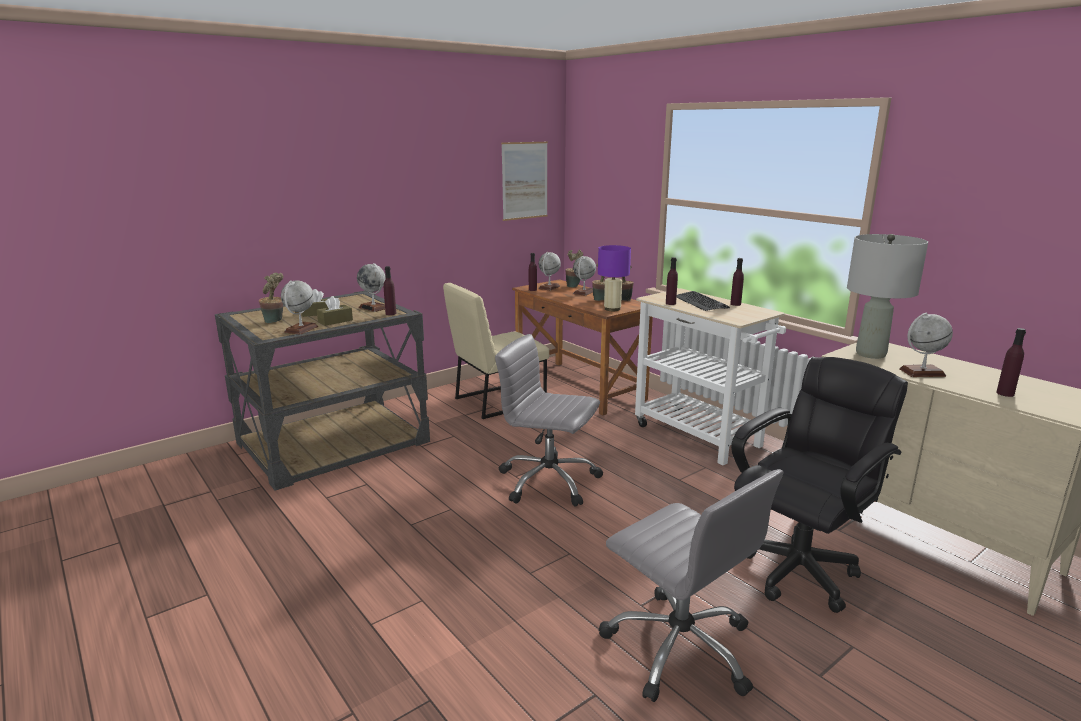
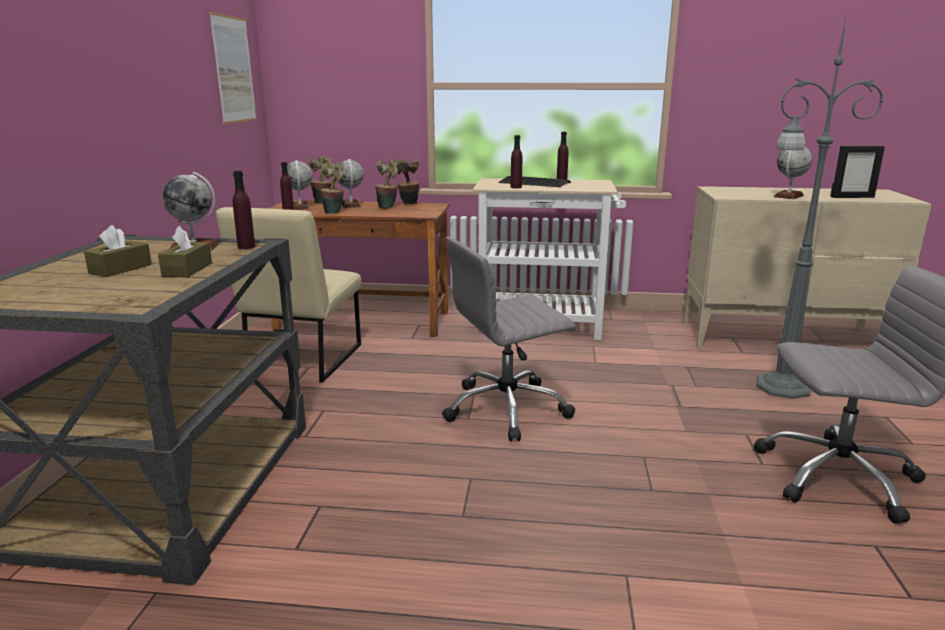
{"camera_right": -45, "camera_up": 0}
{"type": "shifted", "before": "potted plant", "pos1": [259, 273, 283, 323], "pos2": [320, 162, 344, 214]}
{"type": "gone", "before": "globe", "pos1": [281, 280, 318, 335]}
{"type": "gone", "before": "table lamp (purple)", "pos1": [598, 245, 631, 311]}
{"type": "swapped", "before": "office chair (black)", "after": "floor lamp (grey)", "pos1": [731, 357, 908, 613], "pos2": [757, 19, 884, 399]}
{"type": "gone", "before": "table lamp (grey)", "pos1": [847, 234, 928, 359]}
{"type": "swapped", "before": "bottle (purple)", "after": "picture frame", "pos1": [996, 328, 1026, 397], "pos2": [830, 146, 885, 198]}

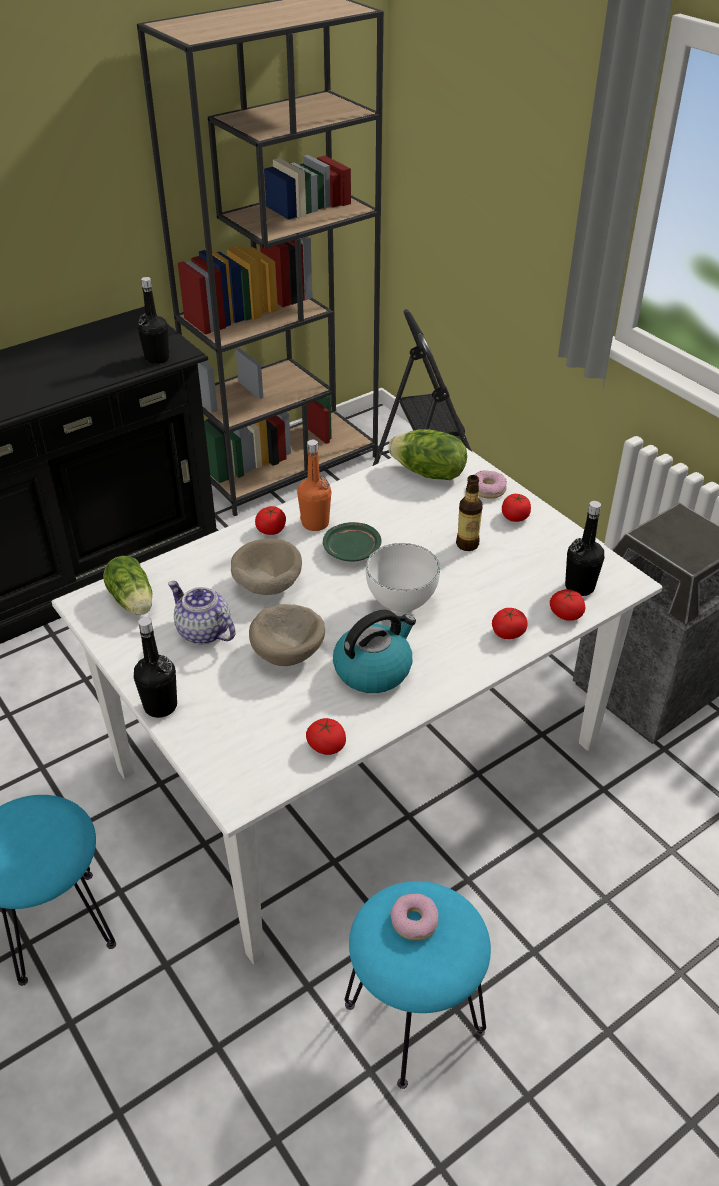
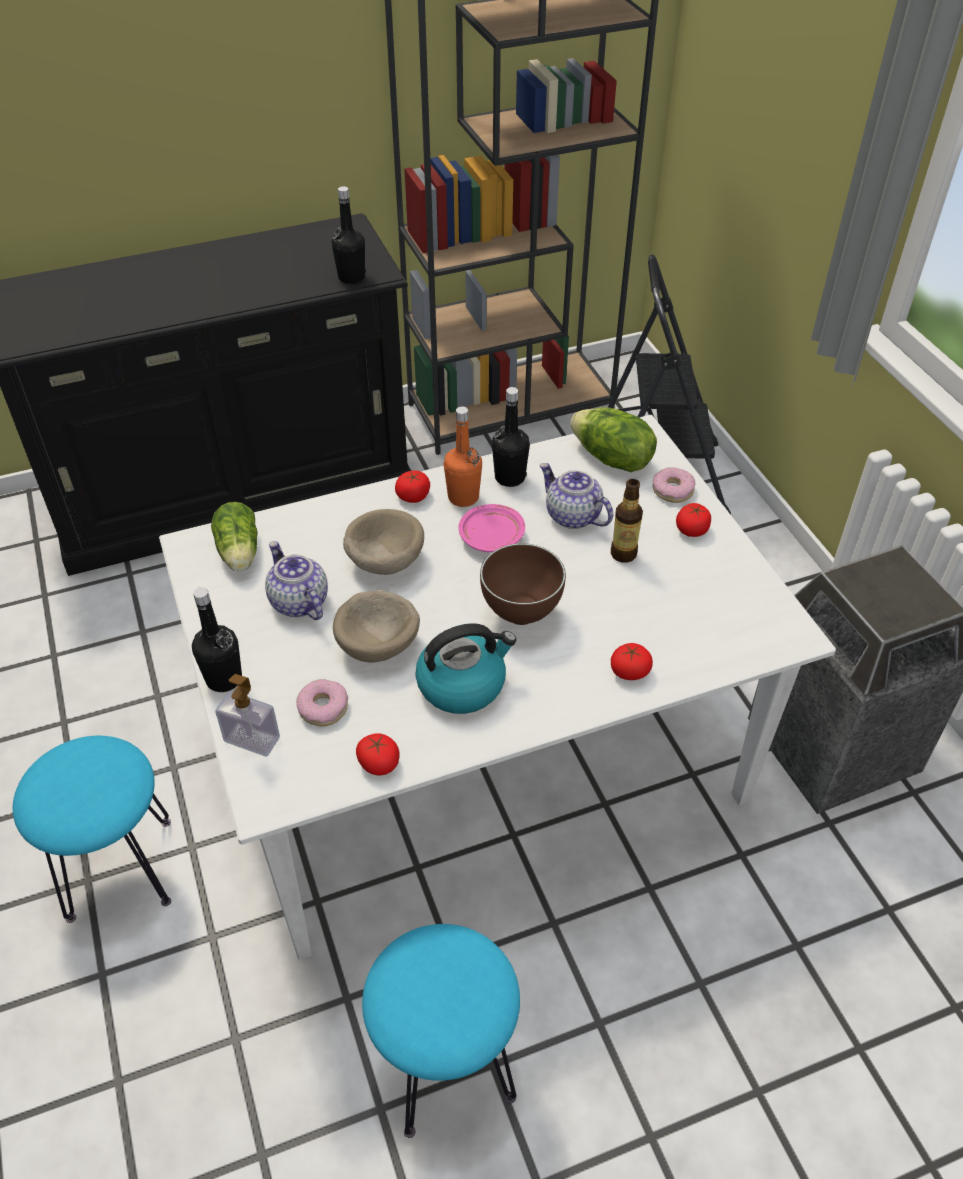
{"camera_right": 15, "camera_up": 5}
{"type": "repainted", "before": "plate (green)", "after": "plate (pink)", "pos1": [323, 522, 381, 562], "pos2": [459, 504, 525, 552]}
{"type": "repainted", "before": "bowl (white)", "after": "bowl (brown)", "pos1": [366, 543, 440, 614], "pos2": [480, 543, 566, 625]}
{"type": "shifted", "before": "donut", "pos1": [391, 894, 438, 941], "pos2": [296, 679, 348, 726]}
{"type": "gone", "before": "tomato", "pos1": [550, 589, 585, 621]}
{"type": "shifted", "before": "bottle (black)", "pos1": [565, 501, 604, 596], "pos2": [492, 387, 530, 487]}
{"type": "new", "after": "soap dispenser", "pos2": [215, 674, 280, 756]}
{"type": "new", "after": "teapot", "pos2": [540, 463, 613, 529]}

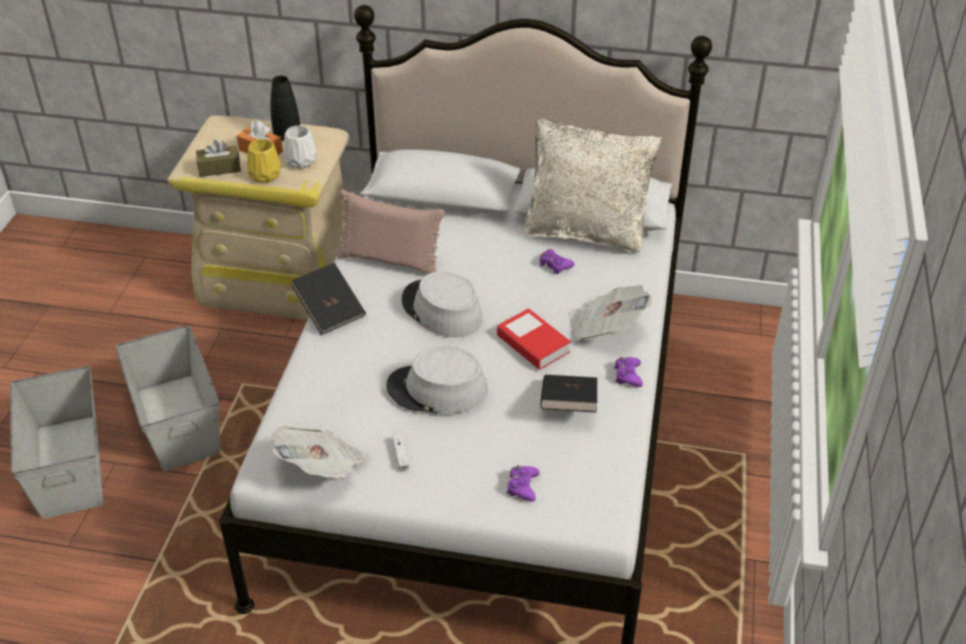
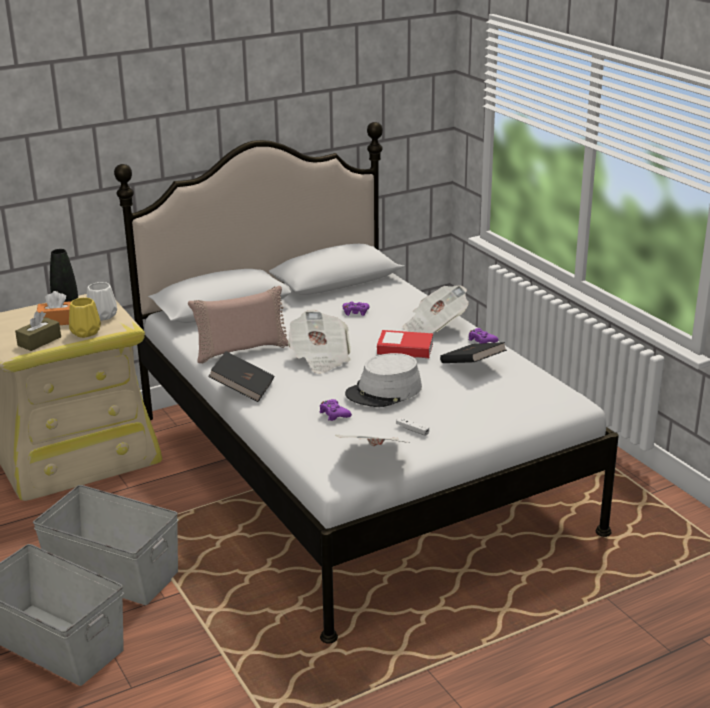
{"camera_right": -40, "camera_up": -15}
{"type": "swapped", "before": "hat (grey)", "after": "newspaper", "pos1": [402, 271, 483, 338], "pos2": [288, 310, 351, 374]}
{"type": "shifted", "before": "game controller (purple)", "pos1": [507, 465, 540, 502], "pos2": [319, 399, 352, 421]}
{"type": "gone", "before": "pillow (beige)", "pos1": [525, 118, 663, 253]}

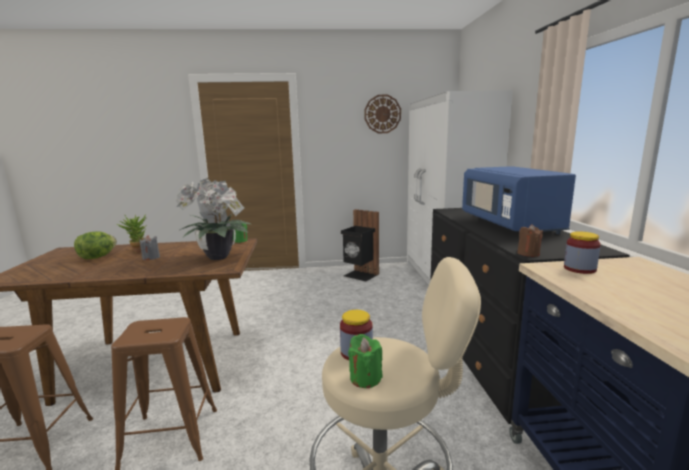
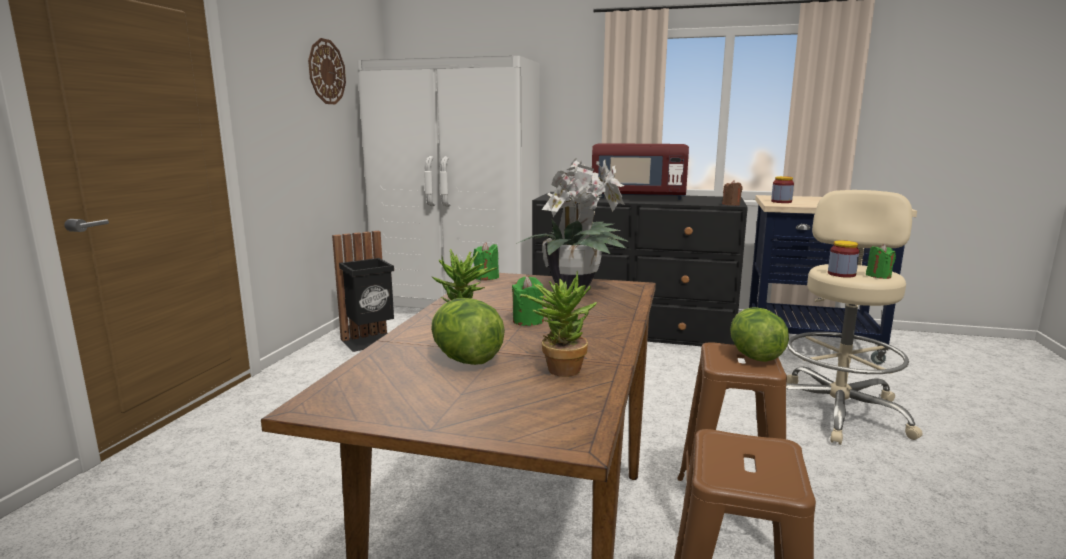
{"camera_right": -70, "camera_up": 0}
{"type": "repainted", "before": "candle (grey)", "after": "candle (green)", "pos1": [140, 235, 160, 260], "pos2": [512, 276, 544, 326]}
{"type": "repainted", "before": "microwave (blue)", "after": "microwave (red)", "pos1": [462, 166, 576, 234], "pos2": [592, 143, 689, 200]}
{"type": "new", "after": "potted plant", "pos2": [520, 270, 597, 377]}
{"type": "new", "after": "lettuce", "pos2": [730, 307, 789, 362]}

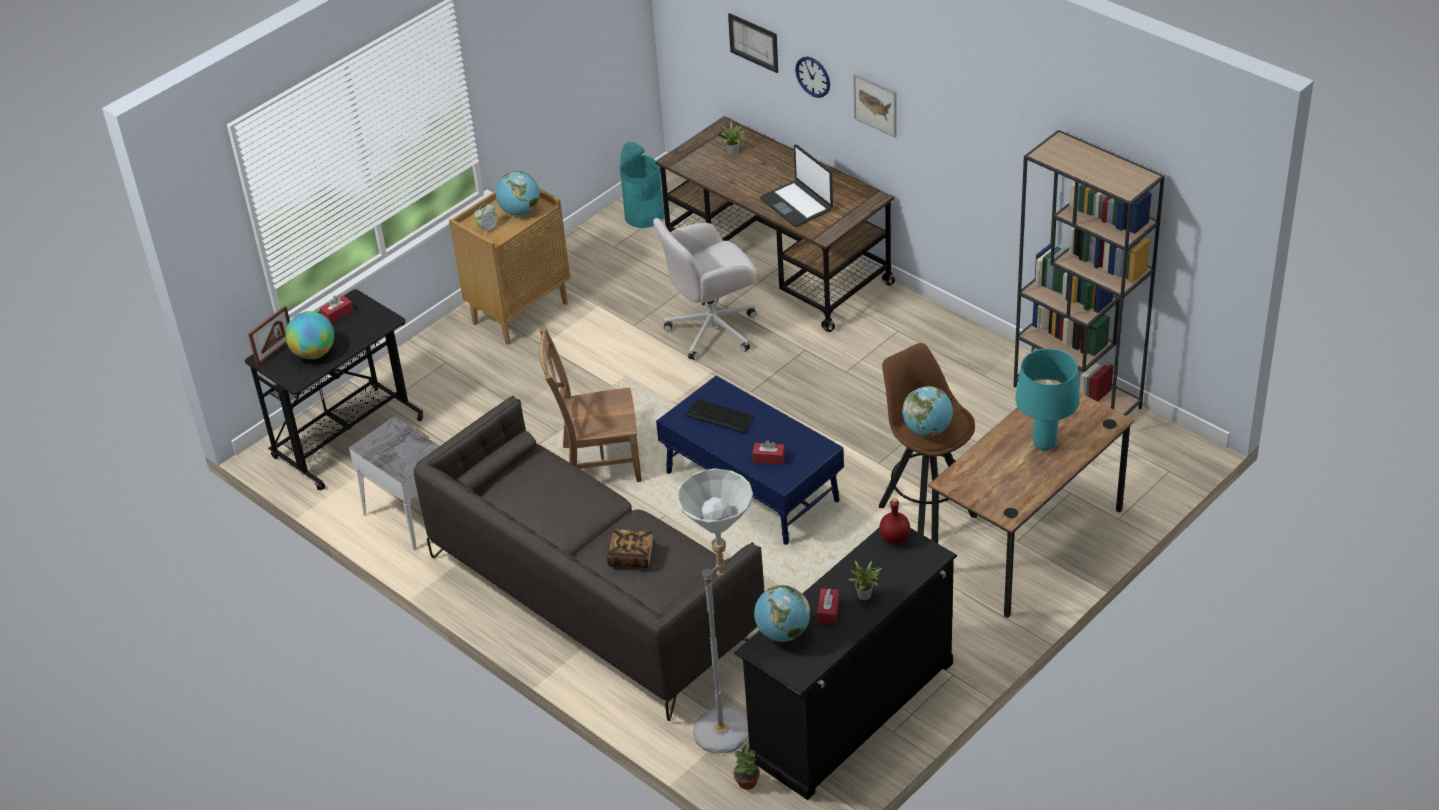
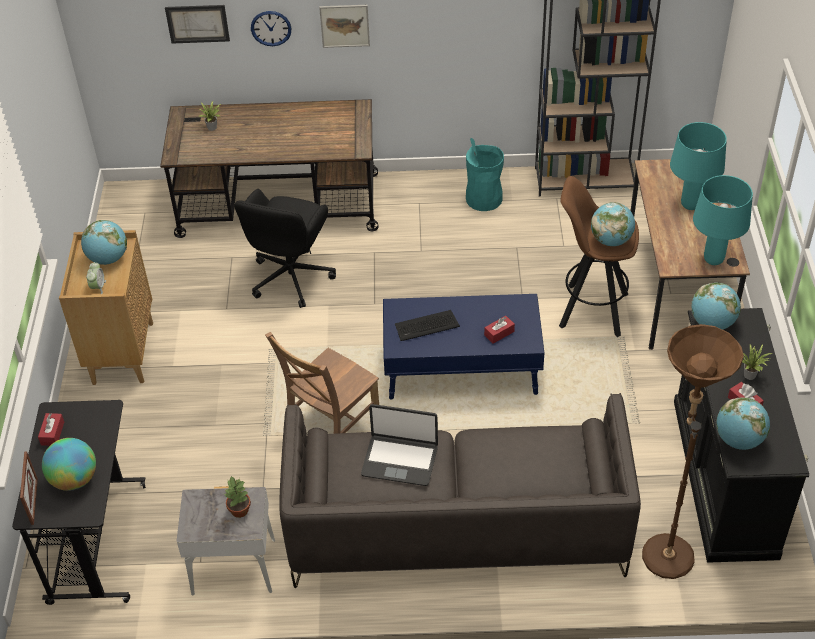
{"camera_right": -45, "camera_up": 5}
{"type": "gone", "before": "book", "pos1": [607, 529, 655, 569]}
{"type": "shifted", "before": "trash can (turquoise)", "pos1": [620, 142, 664, 228], "pos2": [466, 138, 504, 211]}
{"type": "repainted", "before": "office chair (white)", "after": "office chair (black)", "pos1": [653, 218, 757, 360], "pos2": [235, 189, 336, 308]}
{"type": "repainted", "before": "floor lamp (grey)", "after": "floor lamp (brown)", "pos1": [677, 468, 753, 753], "pos2": [642, 324, 744, 579]}
{"type": "shifted", "before": "potted plant", "pos1": [733, 743, 760, 790], "pos2": [224, 476, 251, 518]}
{"type": "shifted", "before": "laptop", "pos1": [760, 144, 833, 227], "pos2": [361, 404, 438, 486]}
{"type": "swapped", "before": "bottle (red)", "after": "globe", "pos1": [879, 498, 910, 544], "pos2": [692, 283, 741, 330]}
{"type": "new", "after": "table lamp (turquoise)", "pos2": [693, 175, 753, 265]}

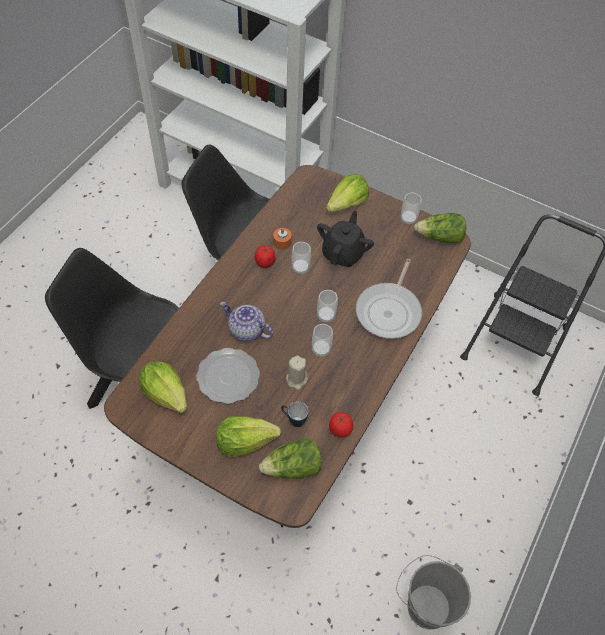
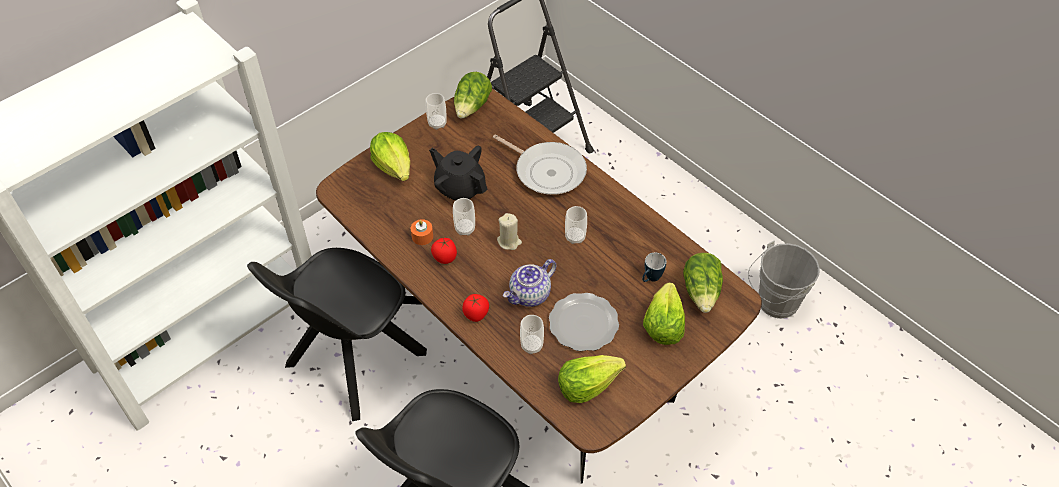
{"camera_right": -70, "camera_up": -5}
{"type": "shifted", "before": "candle (beige)", "pos1": [286, 355, 308, 390], "pos2": [497, 213, 522, 250]}
{"type": "shifted", "before": "cup", "pos1": [317, 290, 338, 323], "pos2": [520, 315, 544, 354]}
{"type": "shifted", "before": "tomato", "pos1": [329, 412, 353, 437], "pos2": [462, 294, 489, 322]}

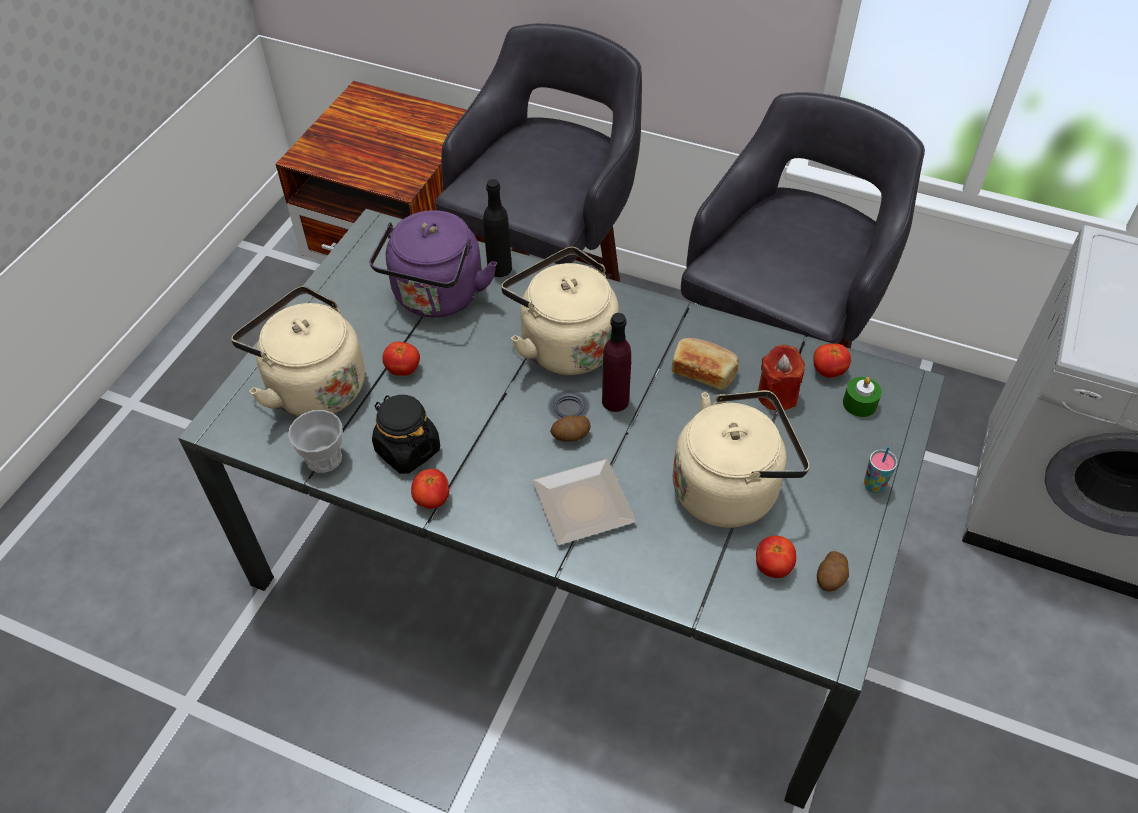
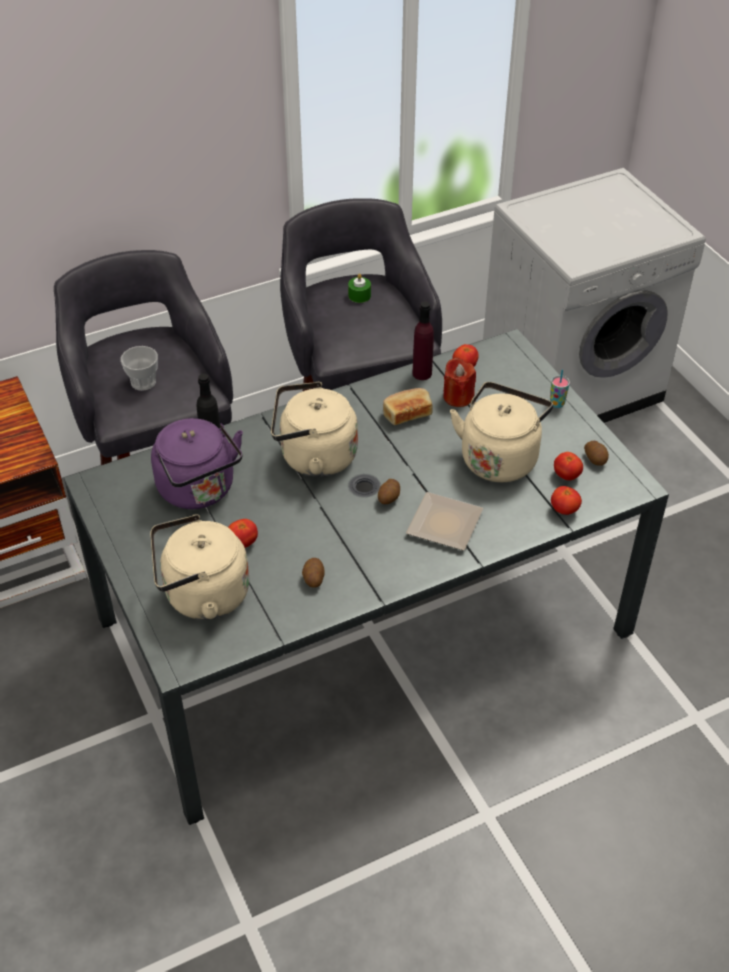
{"camera_right": -50, "camera_up": -5}
{"type": "shifted", "before": "cup", "pos1": [288, 410, 343, 473], "pos2": [121, 346, 158, 391]}
{"type": "swapped", "before": "jar (black)", "after": "potato", "pos1": [372, 395, 440, 474], "pos2": [302, 558, 325, 588]}
{"type": "shifted", "before": "tomato", "pos1": [411, 469, 449, 509], "pos2": [551, 486, 582, 515]}
{"type": "shifted", "before": "bottle (purple)", "pos1": [602, 313, 631, 412], "pos2": [412, 301, 434, 380]}
{"type": "shifted", "before": "candle (green)", "pos1": [843, 377, 882, 417], "pos2": [348, 274, 371, 303]}

